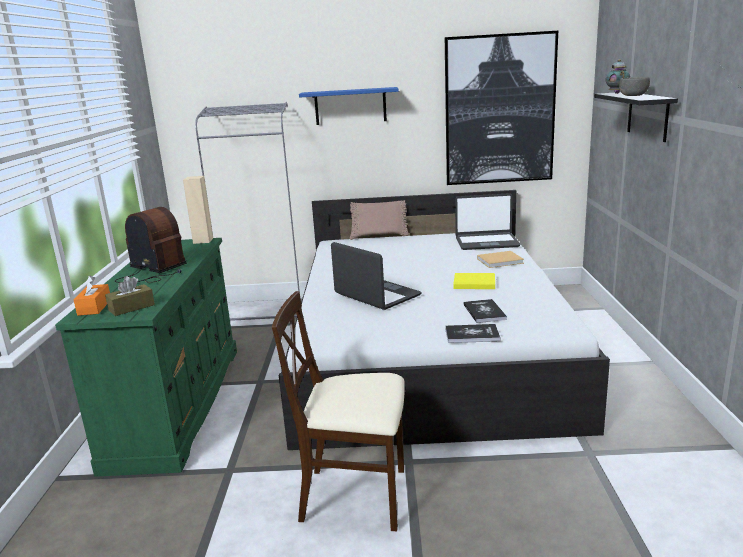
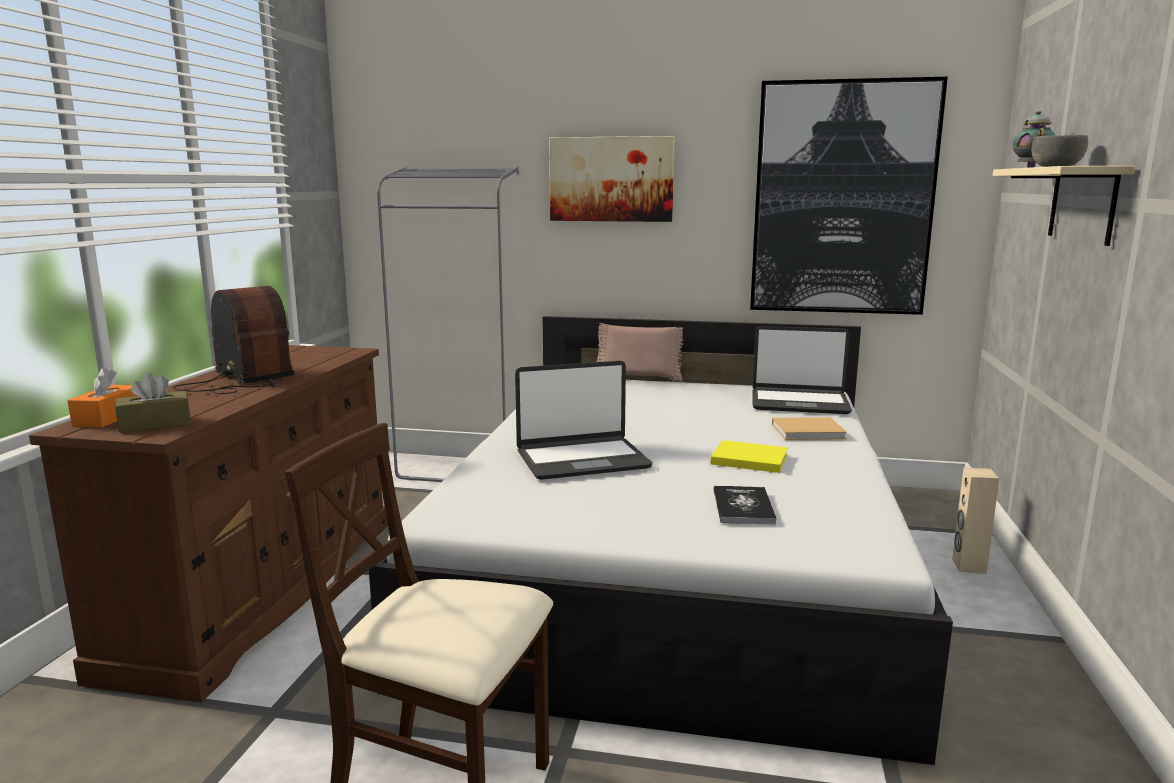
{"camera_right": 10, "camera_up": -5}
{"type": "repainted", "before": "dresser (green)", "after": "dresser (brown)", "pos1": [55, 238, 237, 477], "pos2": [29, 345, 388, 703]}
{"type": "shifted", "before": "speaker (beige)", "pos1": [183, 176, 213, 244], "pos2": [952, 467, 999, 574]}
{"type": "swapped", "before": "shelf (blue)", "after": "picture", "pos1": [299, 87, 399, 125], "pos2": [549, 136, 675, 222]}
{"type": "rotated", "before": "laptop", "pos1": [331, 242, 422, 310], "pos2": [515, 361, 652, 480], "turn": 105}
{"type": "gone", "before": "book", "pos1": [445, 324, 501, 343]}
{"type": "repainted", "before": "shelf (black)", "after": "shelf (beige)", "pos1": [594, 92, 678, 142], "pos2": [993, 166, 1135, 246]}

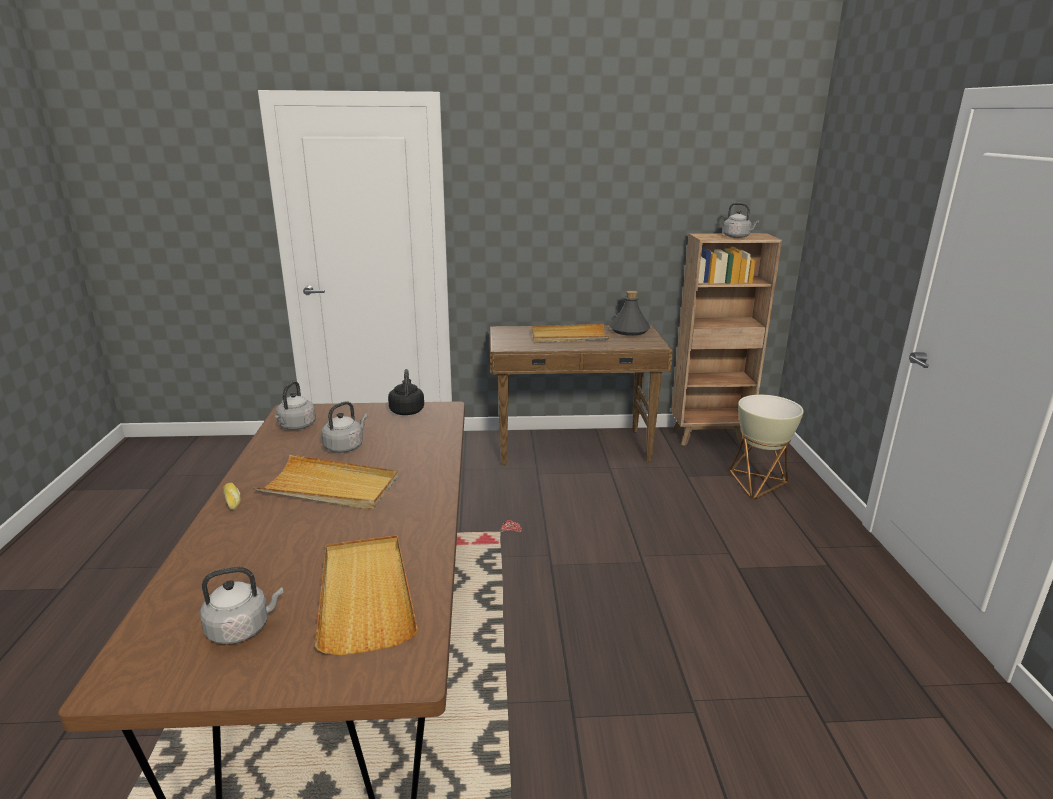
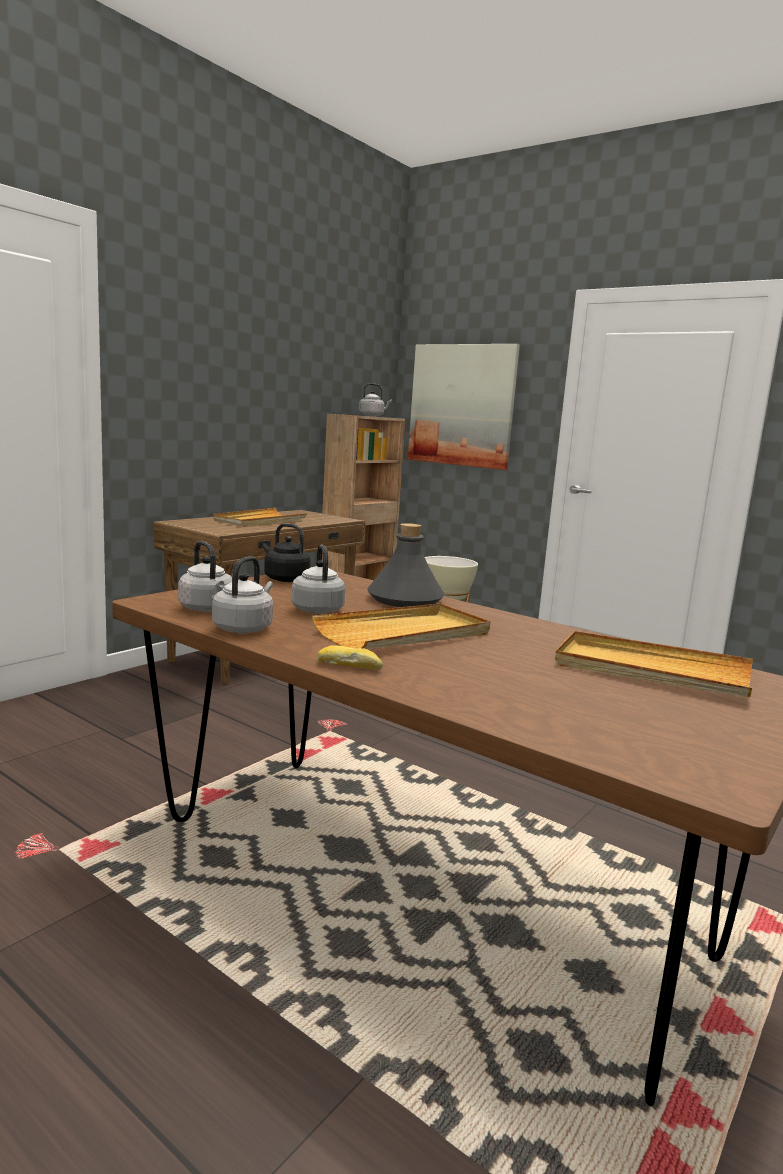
{"camera_right": -50, "camera_up": -10}
{"type": "shifted", "before": "kettle (grey)", "pos1": [200, 567, 283, 644], "pos2": [212, 556, 273, 633]}
{"type": "shifted", "before": "bottle (grey)", "pos1": [609, 291, 650, 336], "pos2": [367, 523, 445, 607]}
{"type": "new", "after": "picture", "pos2": [408, 344, 520, 470]}

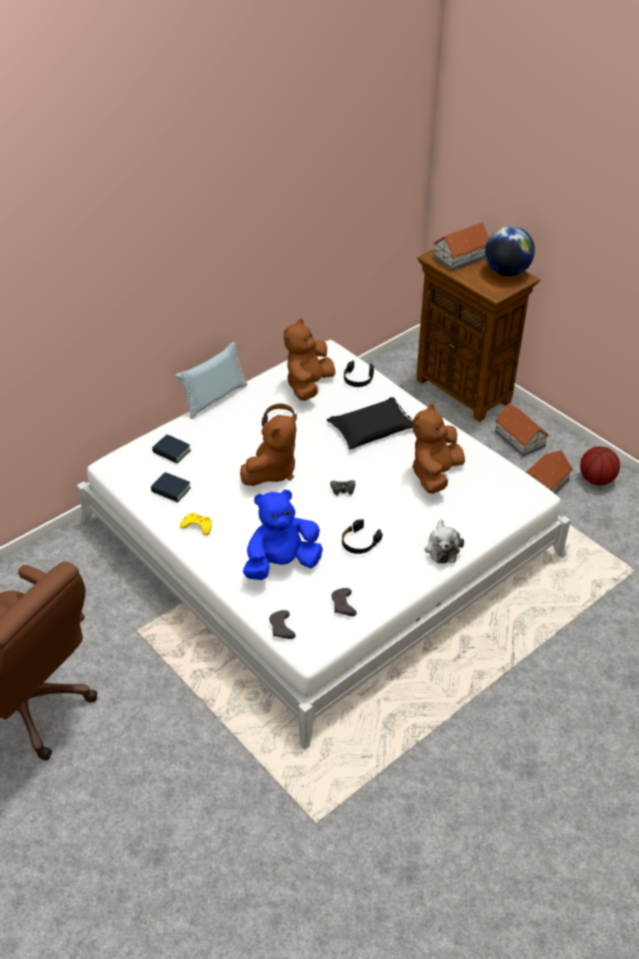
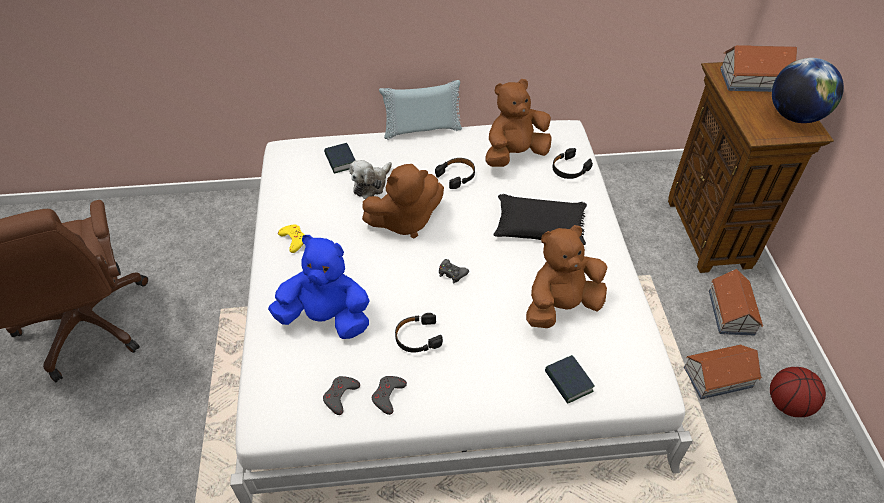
{"camera_right": 35, "camera_up": 5}
{"type": "shifted", "before": "book", "pos1": [151, 472, 191, 502], "pos2": [545, 355, 595, 404]}
{"type": "shifted", "before": "game controller (grey)", "pos1": [269, 610, 296, 639], "pos2": [372, 376, 407, 415]}
{"type": "shifted", "before": "plush toy", "pos1": [425, 519, 464, 563], "pos2": [349, 160, 392, 199]}

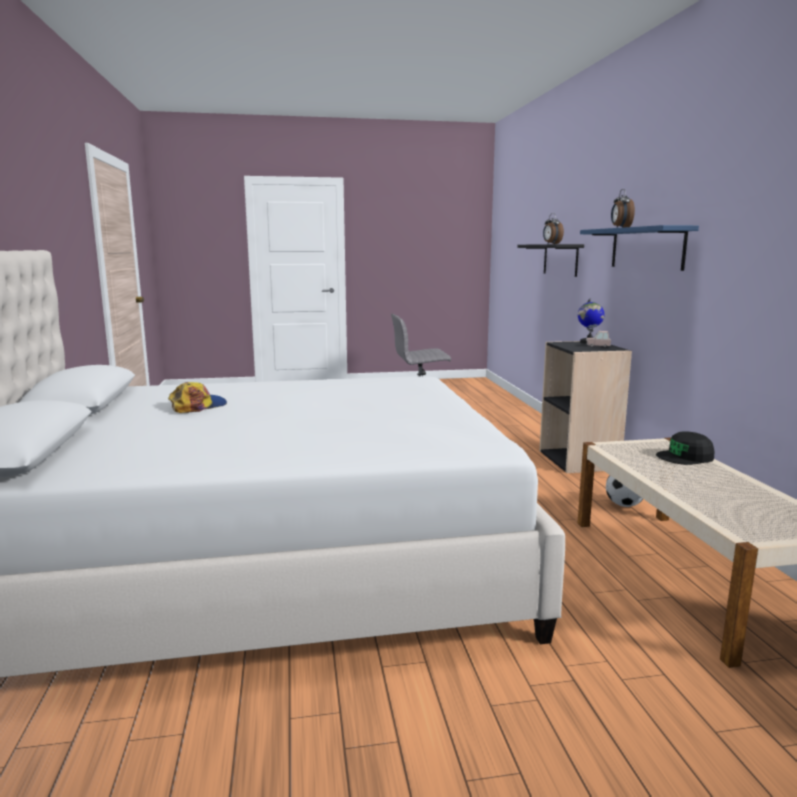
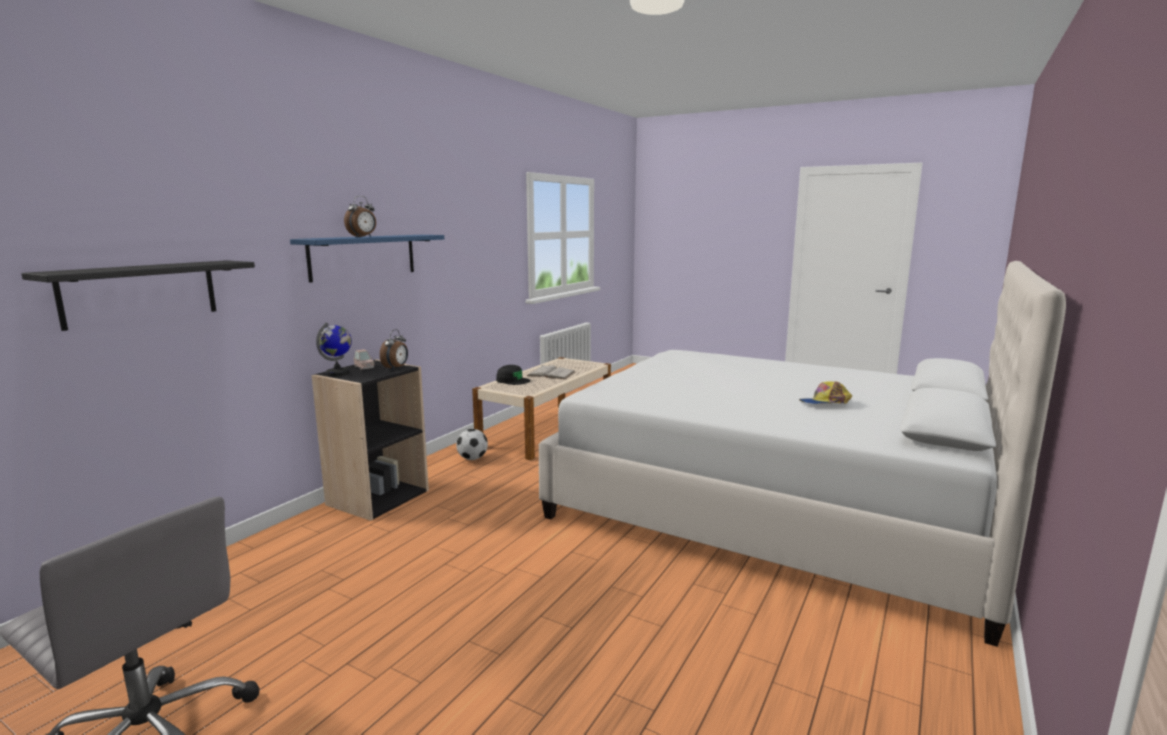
{"camera_right": -140, "camera_up": 0}
{"type": "shifted", "before": "alarm clock", "pos1": [543, 213, 564, 244], "pos2": [380, 329, 408, 370]}
{"type": "new", "after": "book (white)", "pos2": [527, 365, 575, 379]}

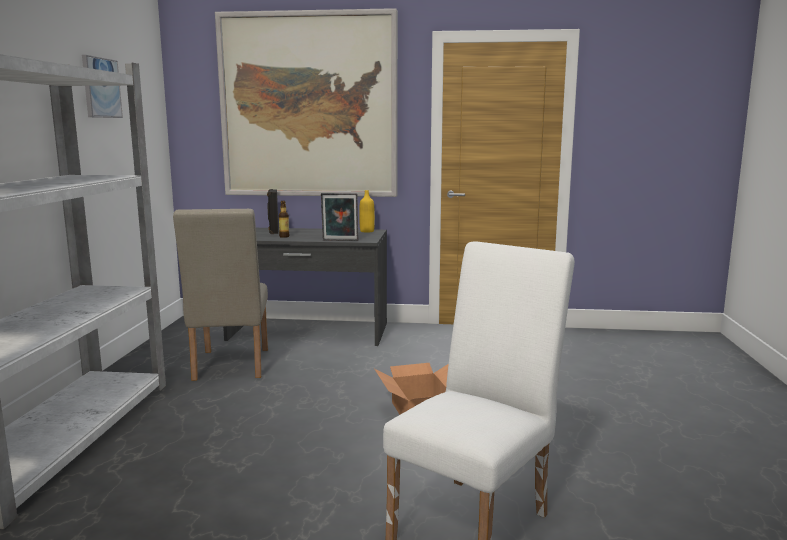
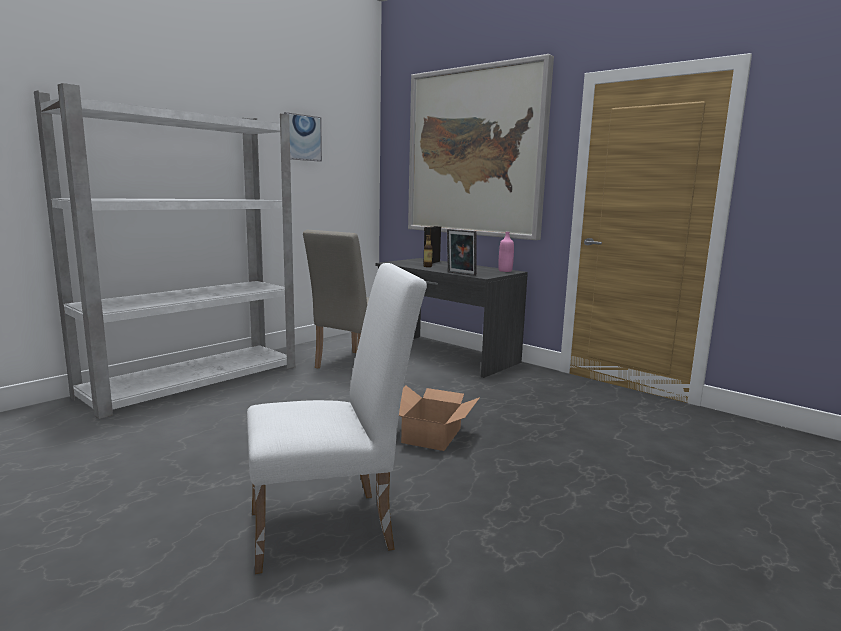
{"camera_right": 35, "camera_up": 0}
{"type": "repainted", "before": "bottle (yellow)", "after": "bottle (pink)", "pos1": [359, 190, 375, 232], "pos2": [498, 232, 514, 272]}

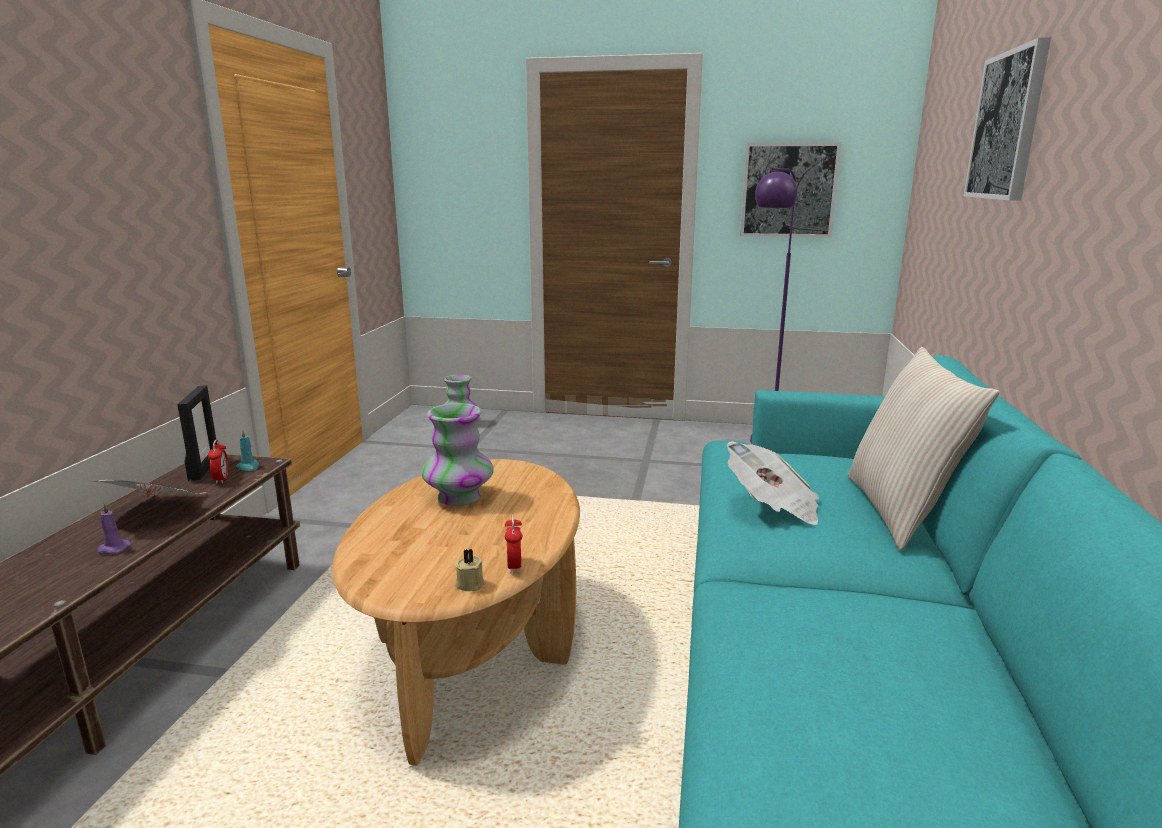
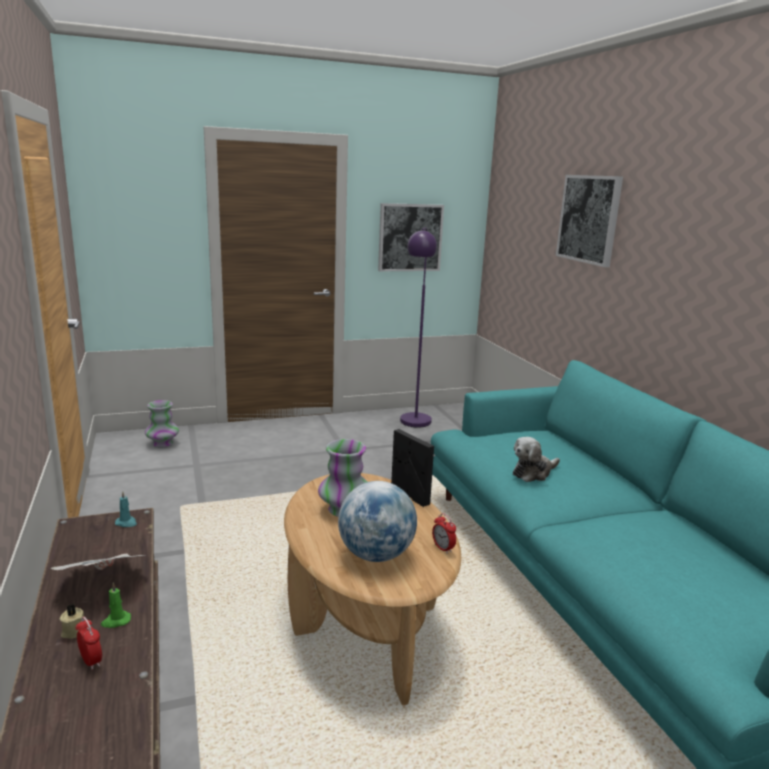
{"camera_right": -30, "camera_up": 0}
{"type": "repainted", "before": "candle (purple)", "after": "candle (green)", "pos1": [97, 503, 131, 554], "pos2": [101, 582, 131, 628]}
{"type": "shifted", "before": "picture frame", "pos1": [177, 385, 217, 481], "pos2": [391, 429, 434, 507]}
{"type": "shifted", "before": "alarm clock", "pos1": [208, 439, 229, 484], "pos2": [75, 617, 102, 670]}
{"type": "shifted", "before": "candle (beige)", "pos1": [455, 549, 485, 591], "pos2": [60, 604, 85, 639]}
{"type": "swapped", "before": "newspaper", "after": "plush toy", "pos1": [727, 441, 819, 525], "pos2": [513, 437, 560, 482]}
{"type": "gone", "before": "pillow (beige)", "pos1": [848, 347, 999, 551]}
{"type": "new", "after": "globe", "pos2": [338, 481, 417, 562]}

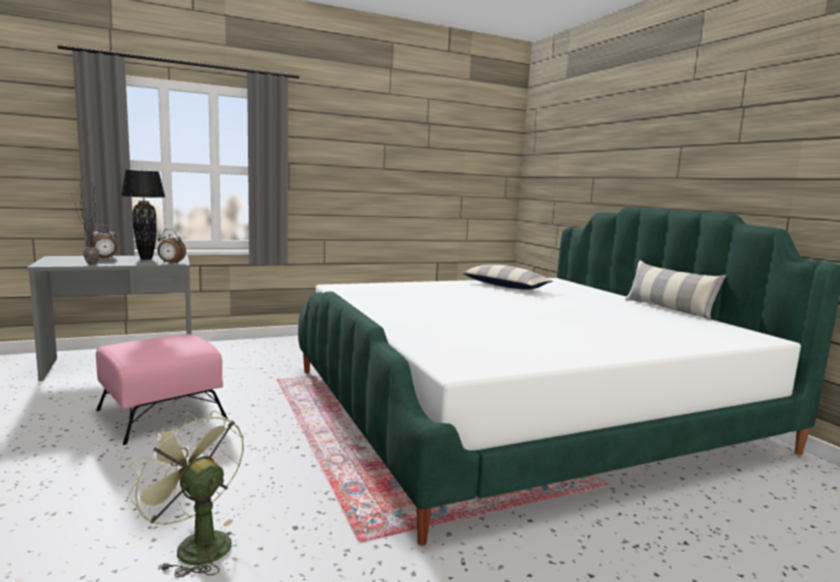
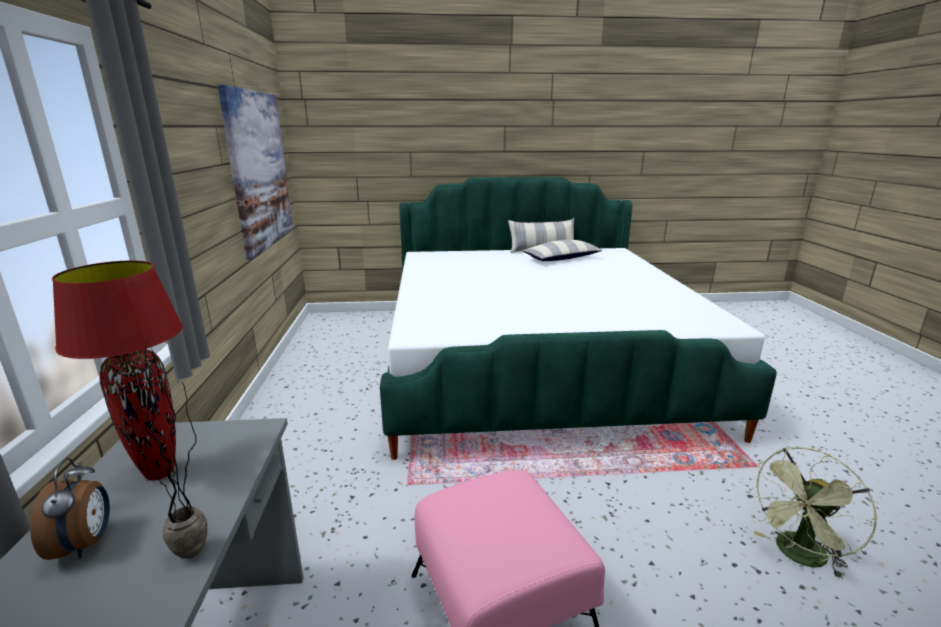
{"camera_right": -70, "camera_up": 10}
{"type": "repainted", "before": "table lamp (black)", "after": "table lamp (red)", "pos1": [121, 170, 165, 260], "pos2": [52, 261, 183, 480]}
{"type": "gone", "before": "alarm clock", "pos1": [157, 229, 186, 264]}
{"type": "shifted", "before": "pillow", "pos1": [462, 265, 553, 290], "pos2": [522, 240, 602, 261]}
{"type": "new", "after": "picture", "pos2": [218, 85, 293, 260]}

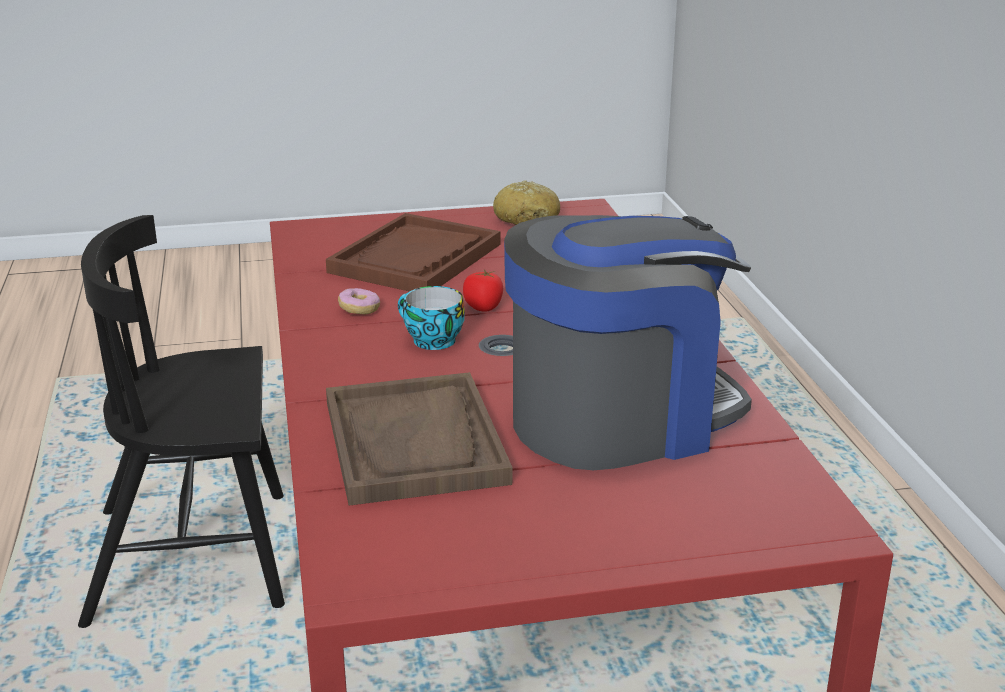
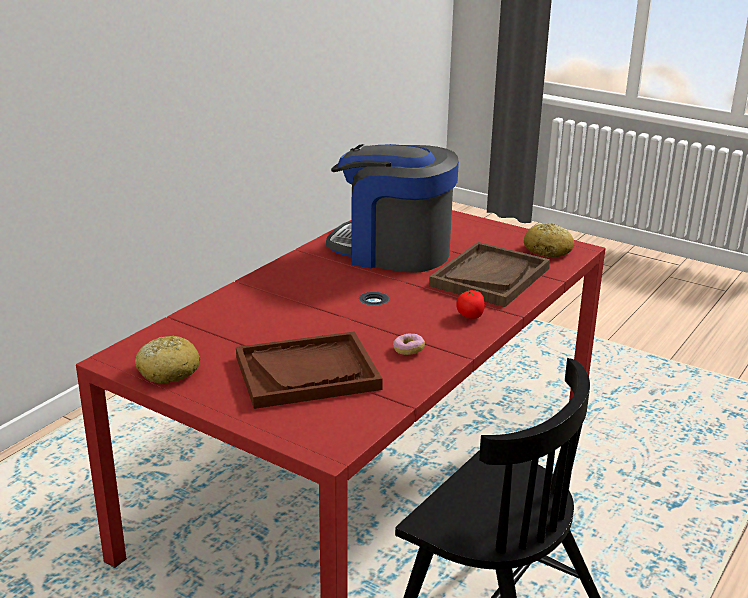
{"camera_right": -135, "camera_up": 0}
{"type": "gone", "before": "cup", "pos1": [398, 286, 465, 350]}
{"type": "shifted", "before": "tomato", "pos1": [463, 269, 503, 312], "pos2": [456, 290, 485, 319]}
{"type": "new", "after": "bread", "pos2": [524, 223, 574, 257]}

